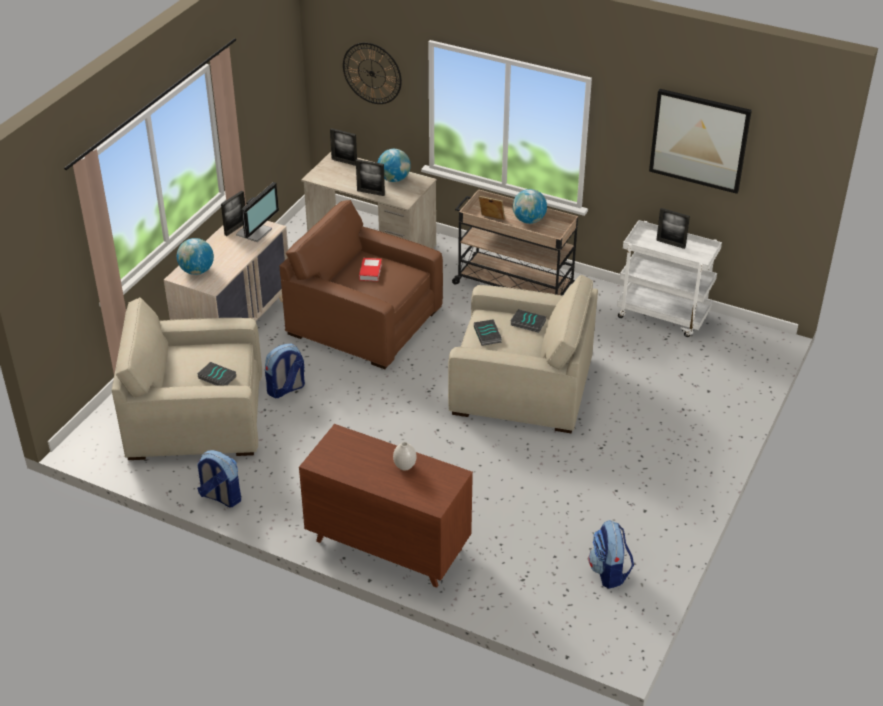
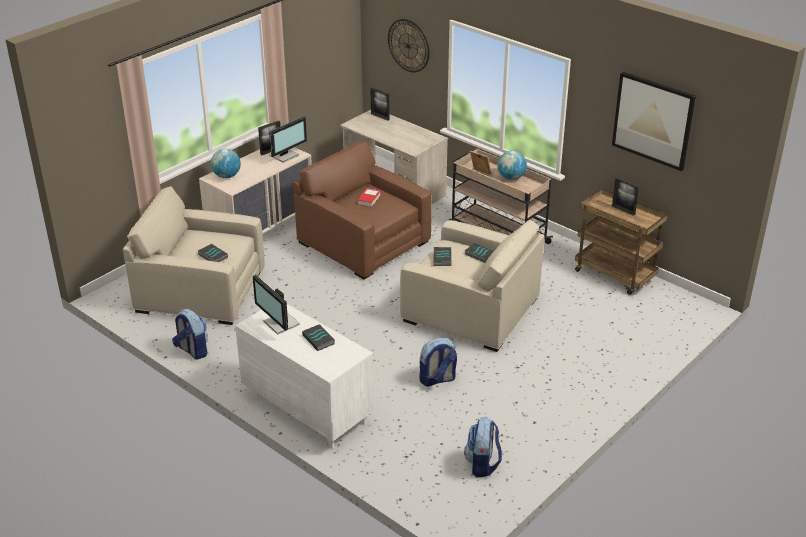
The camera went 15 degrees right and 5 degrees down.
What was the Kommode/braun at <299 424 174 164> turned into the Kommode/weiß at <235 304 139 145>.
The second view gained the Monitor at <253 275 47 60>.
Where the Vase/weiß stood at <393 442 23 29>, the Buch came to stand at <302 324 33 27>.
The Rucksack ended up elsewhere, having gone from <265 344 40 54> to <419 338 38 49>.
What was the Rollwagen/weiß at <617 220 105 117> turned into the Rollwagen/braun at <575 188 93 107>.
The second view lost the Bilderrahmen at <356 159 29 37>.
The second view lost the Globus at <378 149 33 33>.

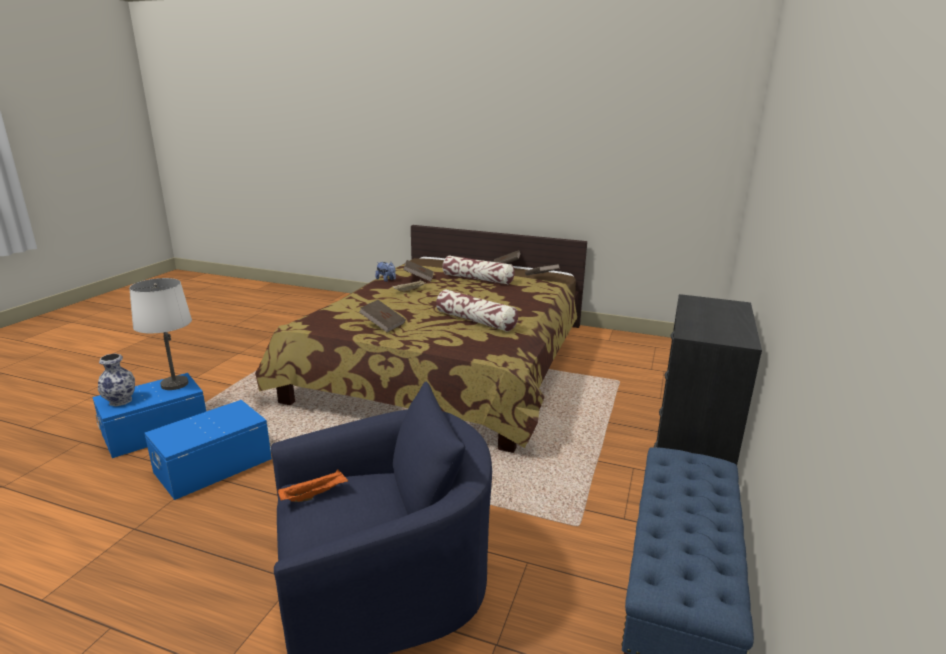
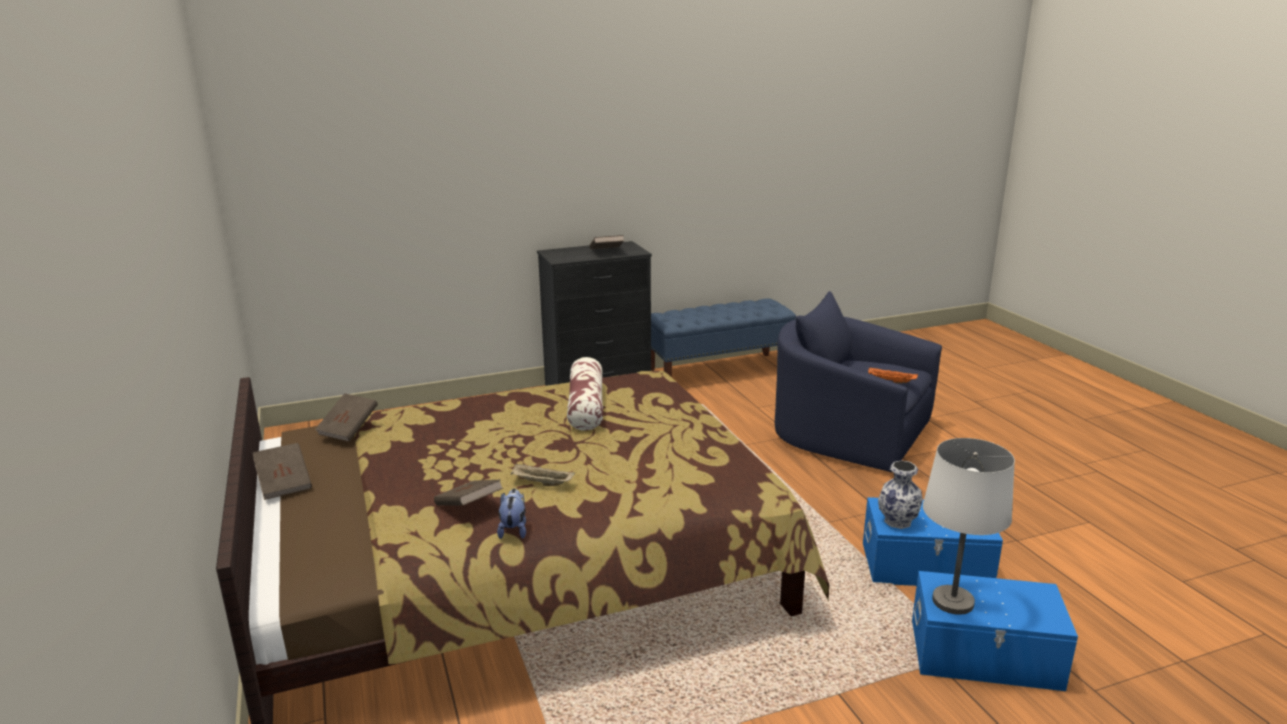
The camera went 130 degrees left and 0 degrees up.
The Buch/braun ended up elsewhere, having gone from <359 300 47 33> to <589 235 35 14>.
The Vase ended up elsewhere, having gone from <98 354 37 52> to <878 460 45 69>.
The second view lost the Kissen at <442 255 73 29>.

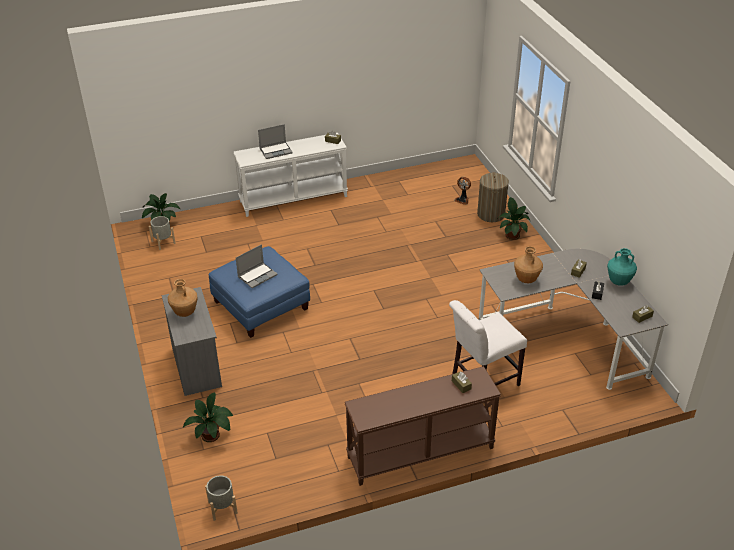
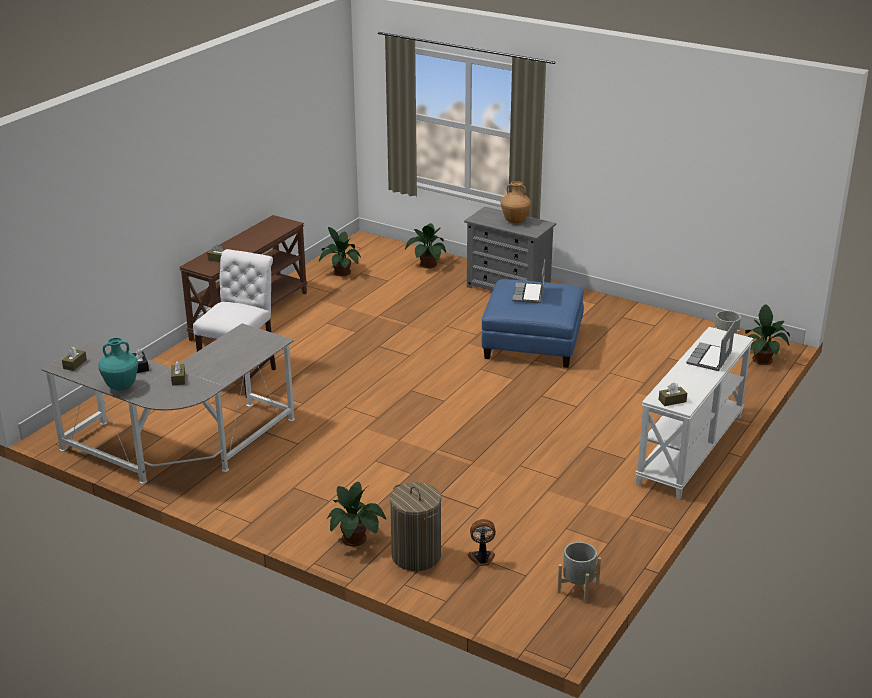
The camera went 140 degrees right and 10 degrees down.
The second view gained the Topfpflanze at <319 227 42 49>.
The Pflanzkübel/grau ended up elsewhere, having gone from <205 476 33 45> to <557 542 44 61>.
The second view lost the Vase/braun at <514 246 29 37>.

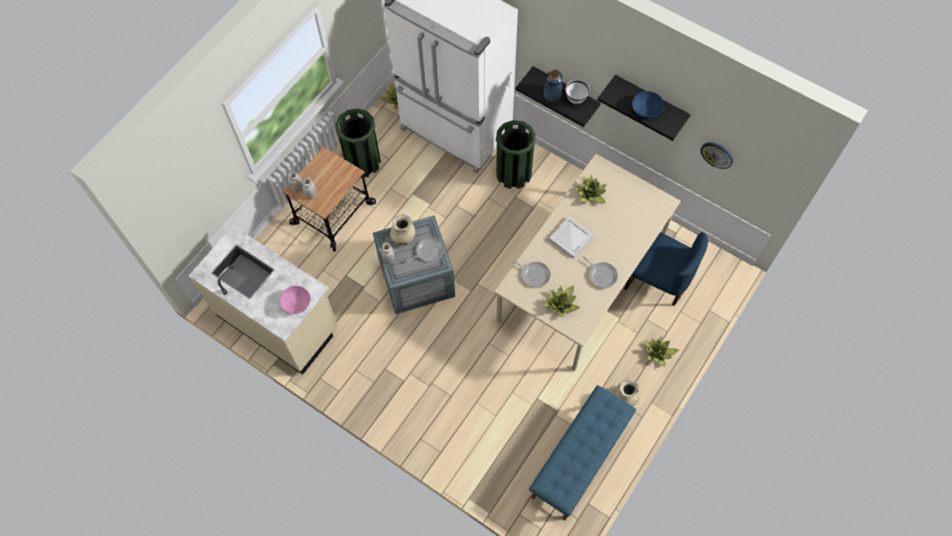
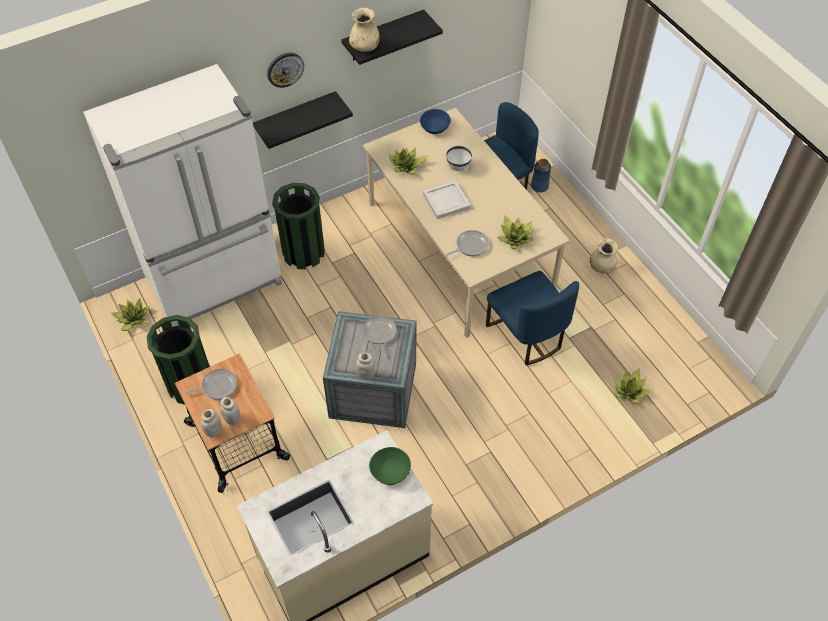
The camera went 65 degrees left and 10 degrees down.
The Pfanne ended up elsewhere, having gone from <582 256 36 32> to <184 369 53 31>.
The Wanduhr ended up elsewhere, having gone from <700 142 33 27> to <267 53 37 35>.
The Vase/beige ended up elsewhere, having gone from <390 214 25 32> to <349 8 31 44>.
What was the Schüssel/rosa at <280 286 30 28> turned into the Schüssel/grün at <369 447 42 38>.
The Schüssel/blau ended up elsewhere, having gone from <632 91 32 27> to <420 109 31 25>.
The Schüssel/weiß ended up elsewhere, having gone from <566 80 23 24> to <446 145 26 26>.
The second view gained the Stuhl/blau at <486 271 93 94>.
The Vase/blau ended up elsewhere, having gone from <544 69 19 33> to <531 159 20 34>.
The Topfpflanze ended up elsewhere, having gone from <645 335 34 32> to <613 368 41 36>.
The second view lost the Bank/blau at <529 385 107 135>.

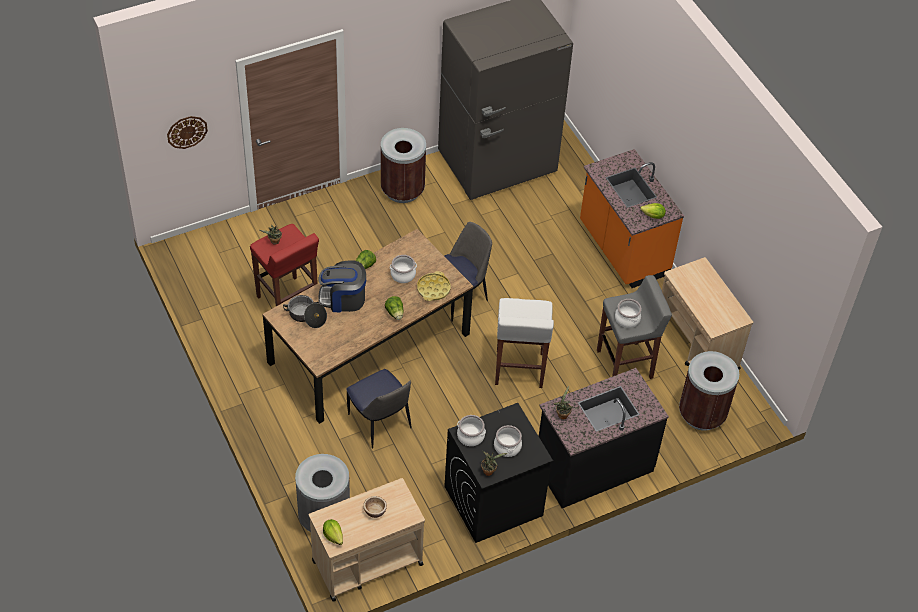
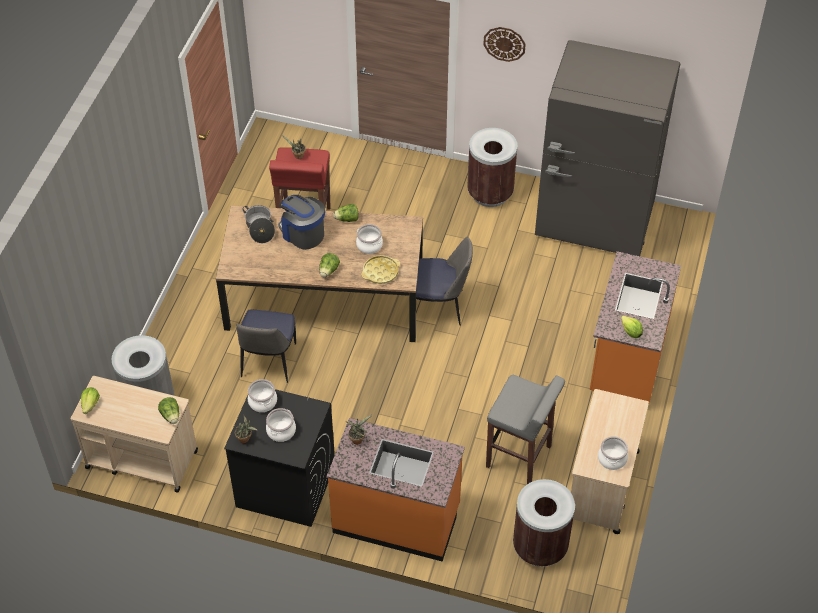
The camera went 45 degrees right and 0 degrees up.
The second view gained the Salatkopf at <158 397 21 27>.
What was the Küchenzeile/schwarz at <539 368 130 140> turned into the Küchenzeile/orange at <327 418 138 144>.
The Wanduhr ended up elsewhere, having gone from <167 116 41 33> to <483 27 43 35>.
The Kochtopf ended up elsewhere, having gone from <615 299 26 29> to <598 436 30 34>.
The second view lost the Schüssel at <363 496 24 22>.
The second view lost the Hocker/weiß at <495 298 59 90>.

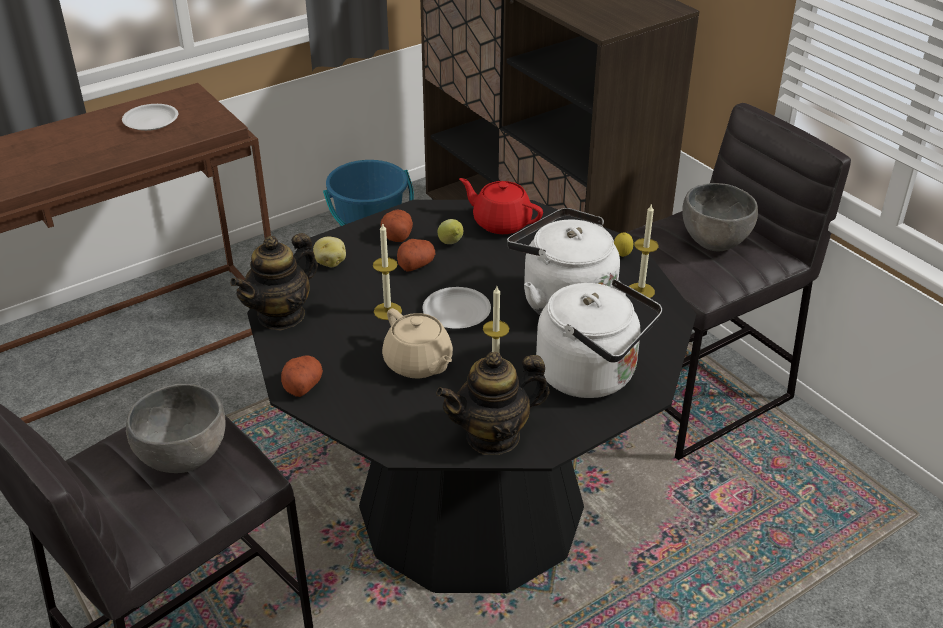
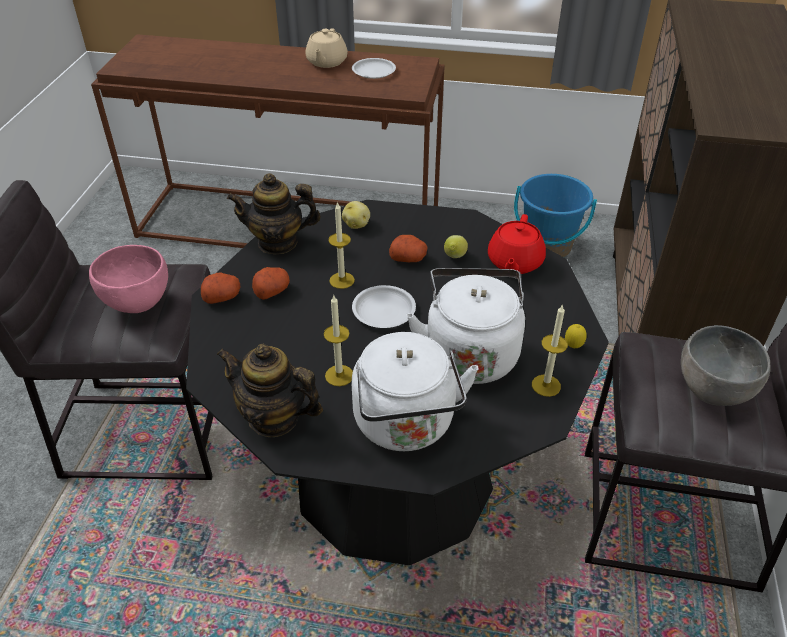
The camera went 45 degrees right and 5 degrees up.
What was the Schüssel/grau at <126 384 99 89> turned into the Schüssel/rosa at <89 245 79 68>.
The Kartoffel ended up elsewhere, having gone from <380 210 33 32> to <252 267 38 33>.
The Teekanne/beige ended up elsewhere, having gone from <382 308 71 70> to <305 28 43 40>.
The Teekanne/rot at <459 178 84 56> ended up facing another way, 150 degrees counterclockwise from before.

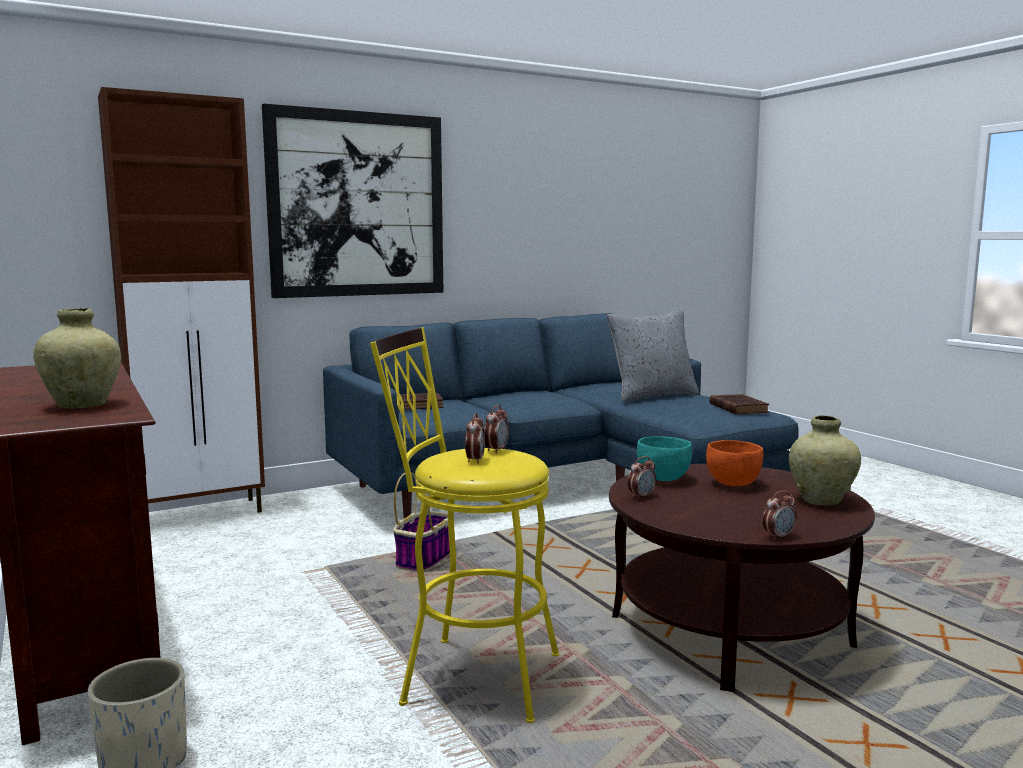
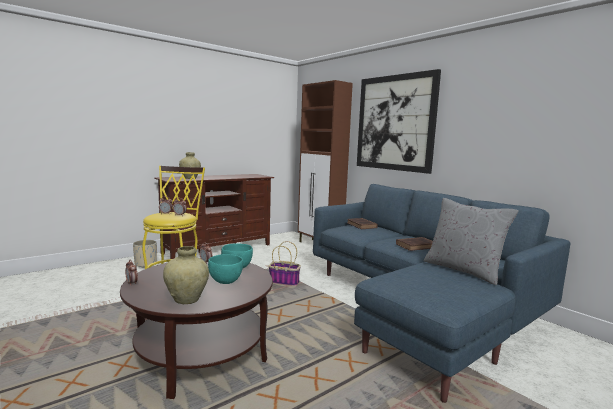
The camera went 80 degrees right and 0 degrees up.
What was the Schüssel/orange at <706 440 57 46> turned into the Schüssel/türkis at <208 254 35 30>.
The Buch/braun ended up elsewhere, having gone from <709 394 60 21> to <396 237 37 14>.

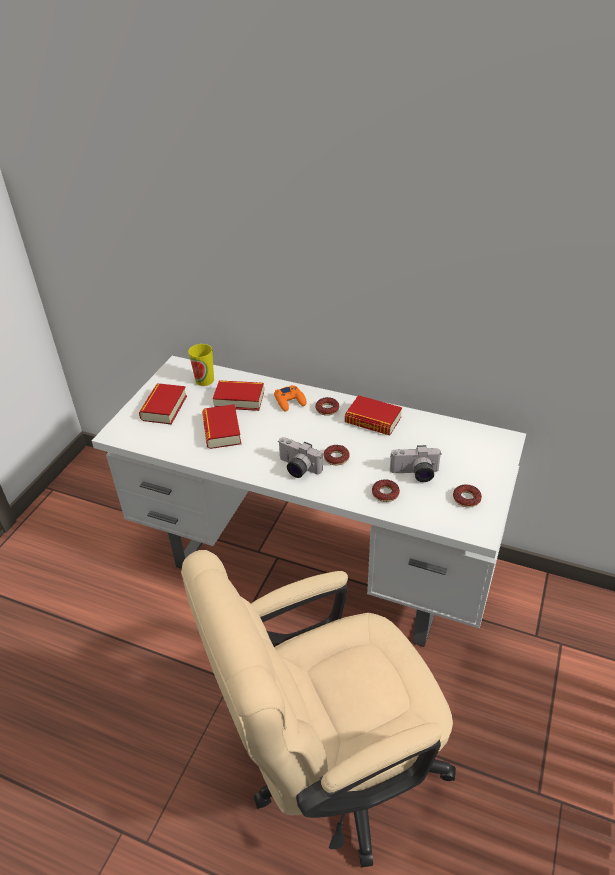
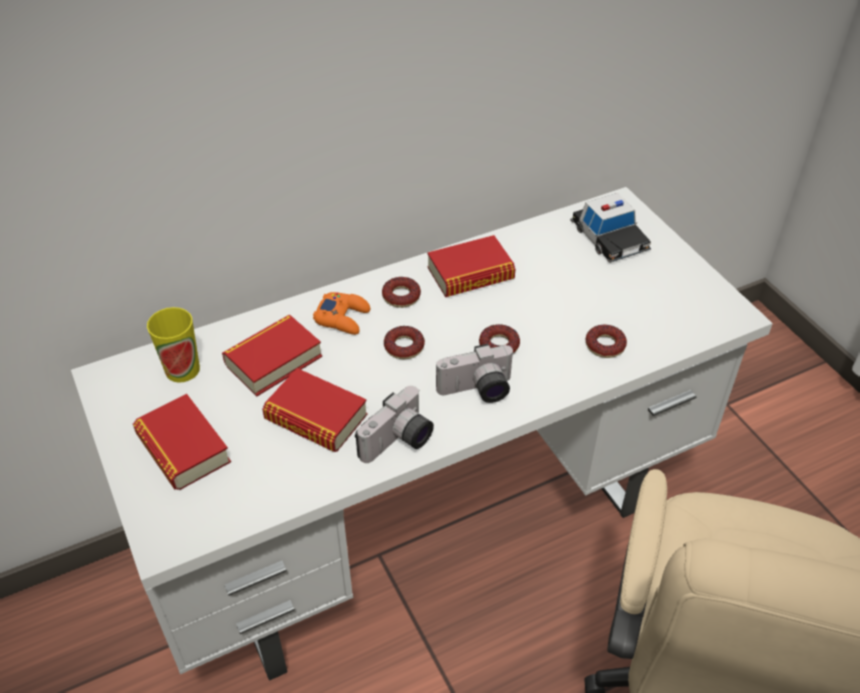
The camera went 50 degrees left and 5 degrees up.
The Kamera ended up elsewhere, having gone from <390 445 52 37> to <355 386 79 77>.
The Donut ended up elsewhere, having gone from <453 484 29 24> to <384 326 41 33>.
The second view gained the Spielzeugauto at <570 193 81 70>.

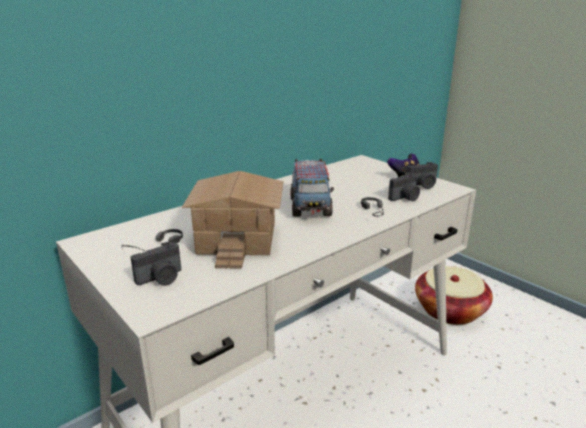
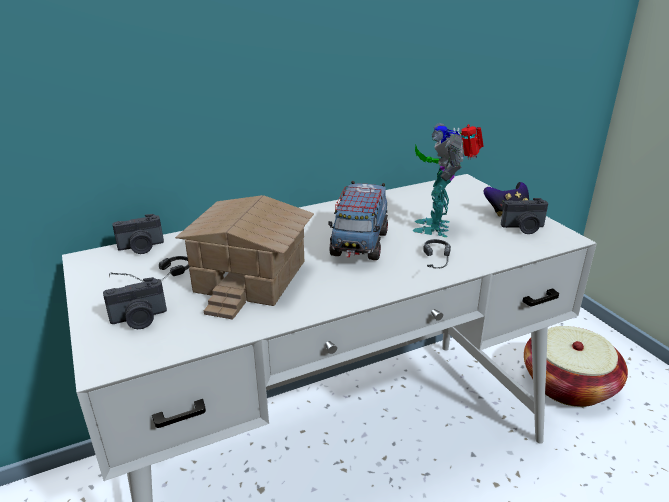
The camera went 15 degrees right and 5 degrees up.
The Kamera ended up elsewhere, having gone from <388 172 32 30> to <112 214 52 40>.
The second view gained the Spielzeugroboter at <413 123 71 114>.

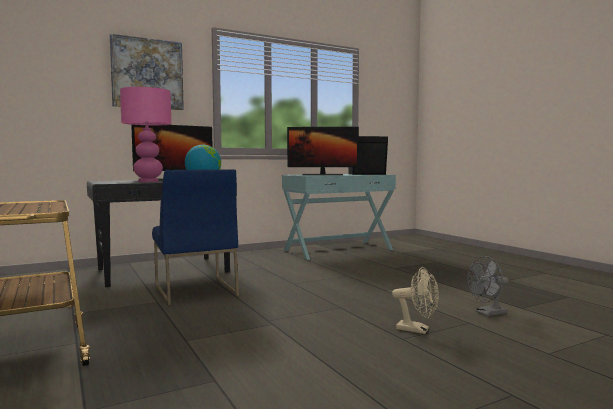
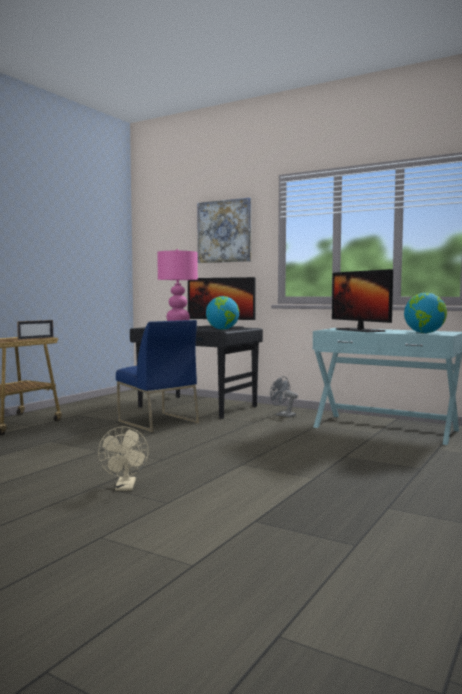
The camera went 60 degrees right and 0 degrees up.
The second view gained the Bilderrahmen at <17 320 36 20>.
The Stuhl/blau at <152 169 87 136> ended up facing another way, 75 degrees counterclockwise from before.
The Ventilator/grau ended up elsewhere, having gone from <467 256 42 60> to <270 376 28 42>.
Where the Lautsprecher/schwarz stood at <348 136 40 39>, the Globus came to stand at <404 293 43 40>.

